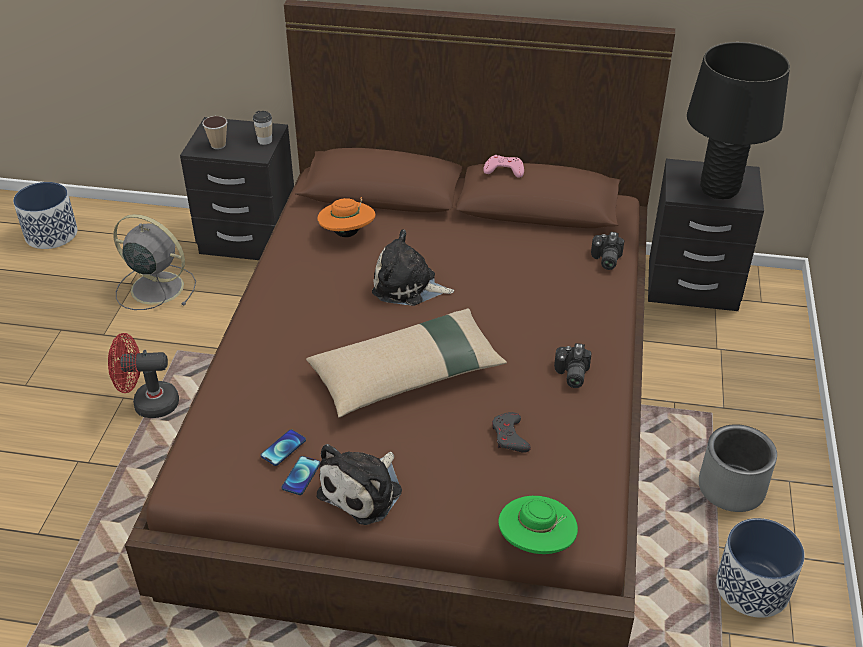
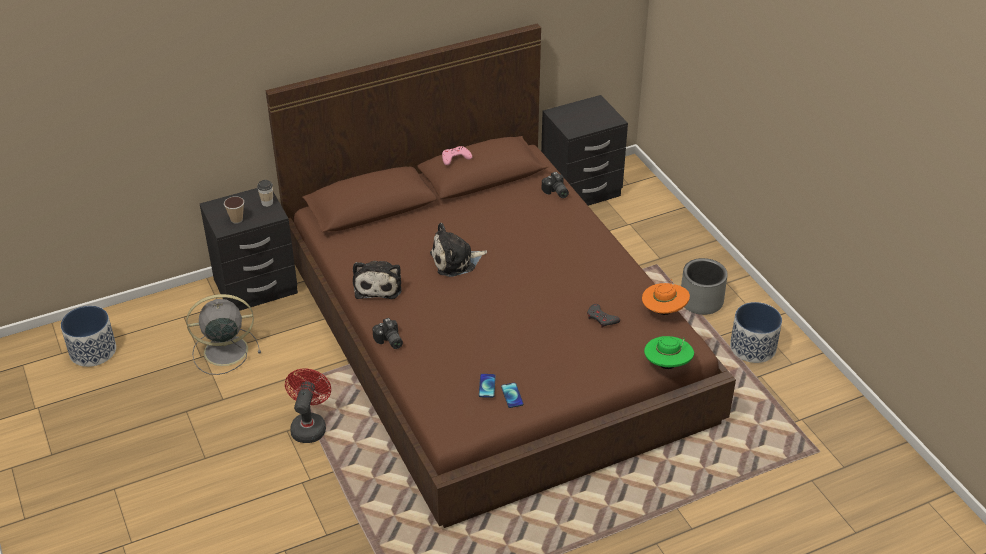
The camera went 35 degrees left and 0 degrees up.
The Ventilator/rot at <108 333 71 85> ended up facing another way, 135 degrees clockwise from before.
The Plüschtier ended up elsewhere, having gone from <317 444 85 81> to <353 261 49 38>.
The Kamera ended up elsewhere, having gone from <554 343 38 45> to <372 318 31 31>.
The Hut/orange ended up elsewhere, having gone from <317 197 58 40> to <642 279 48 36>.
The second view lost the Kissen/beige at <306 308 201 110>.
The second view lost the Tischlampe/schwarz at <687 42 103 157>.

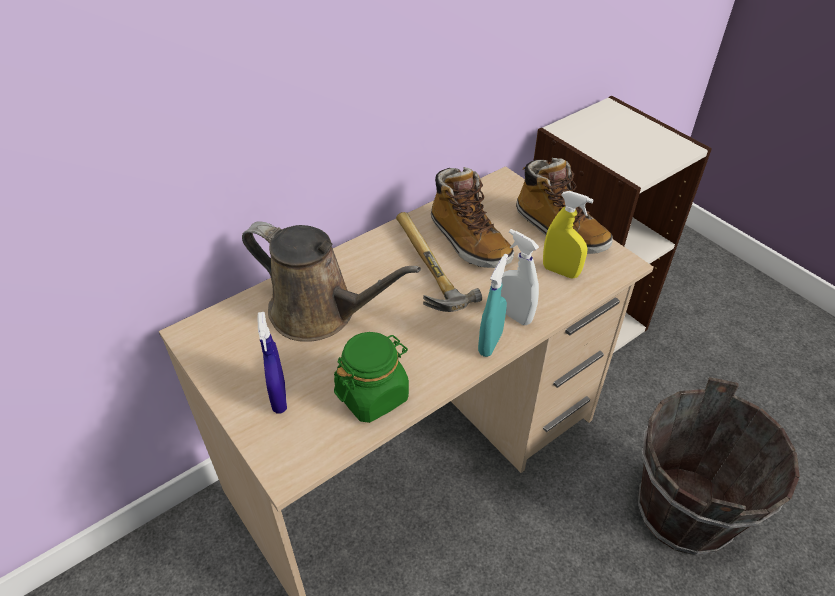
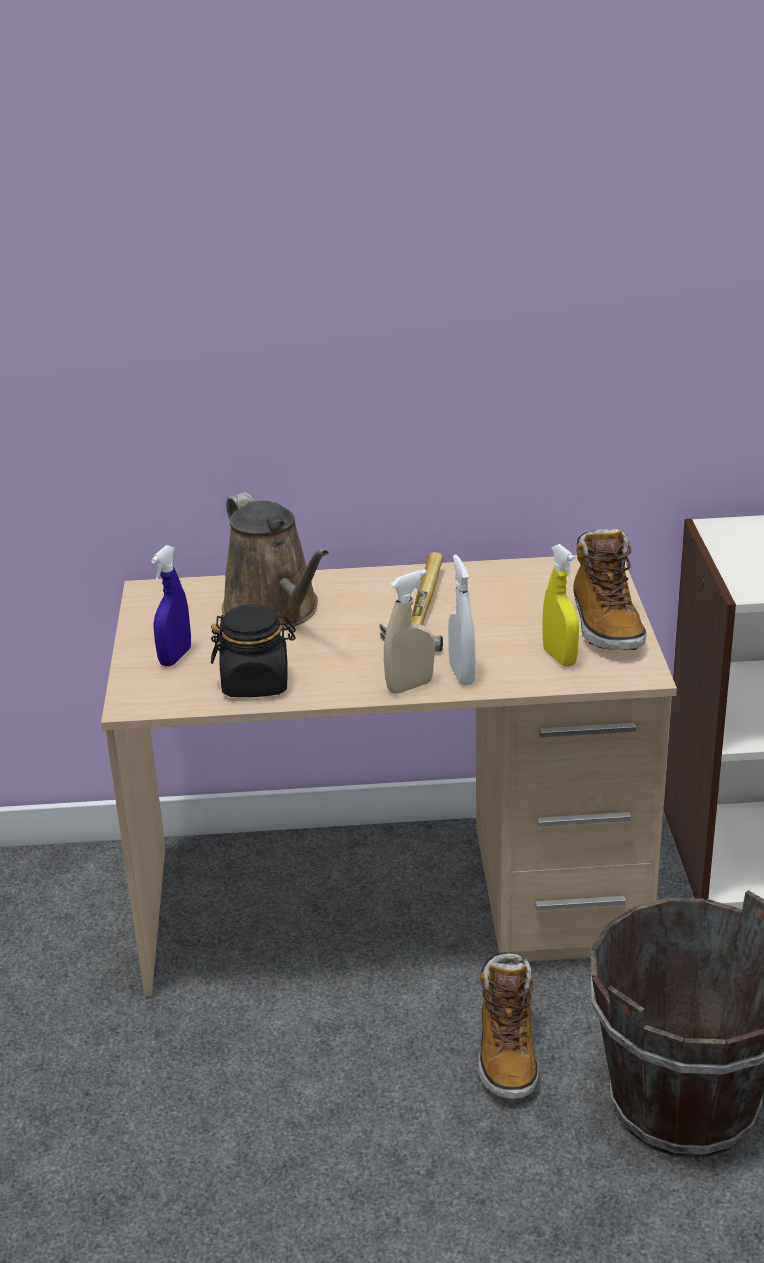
The camera went 35 degrees right and 15 degrees down.
What was the Vorratsglas/grün at <334 332 75 91> turned into the Vorratsglas/schwarz at <211 604 85 93>.
What was the Sprühflasche/türkis at <478 254 30 103> turned into the Sprühflasche/beige at <384 569 51 125>.
The Stiefel ended up elsewhere, having gone from <431 167 83 101> to <478 952 61 147>.

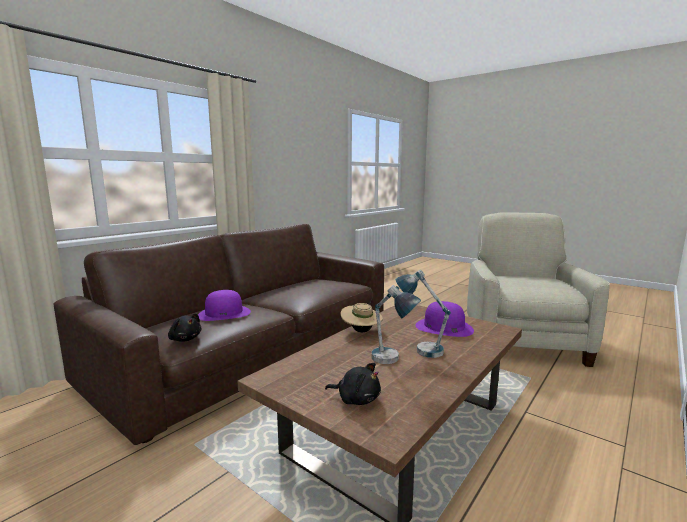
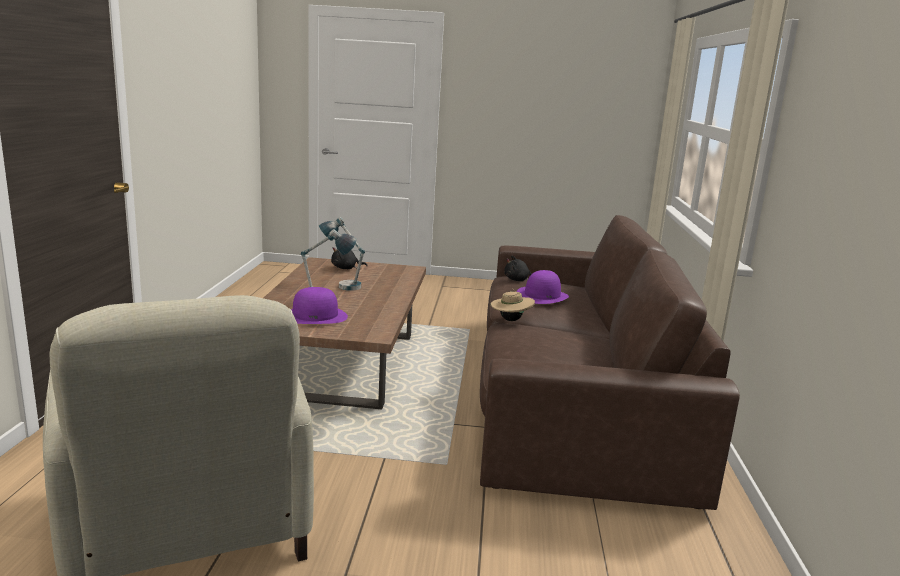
The camera went 145 degrees right and 5 degrees up.
The Hut/beige ended up elsewhere, having gone from <341 303 42 29> to <490 288 45 33>.

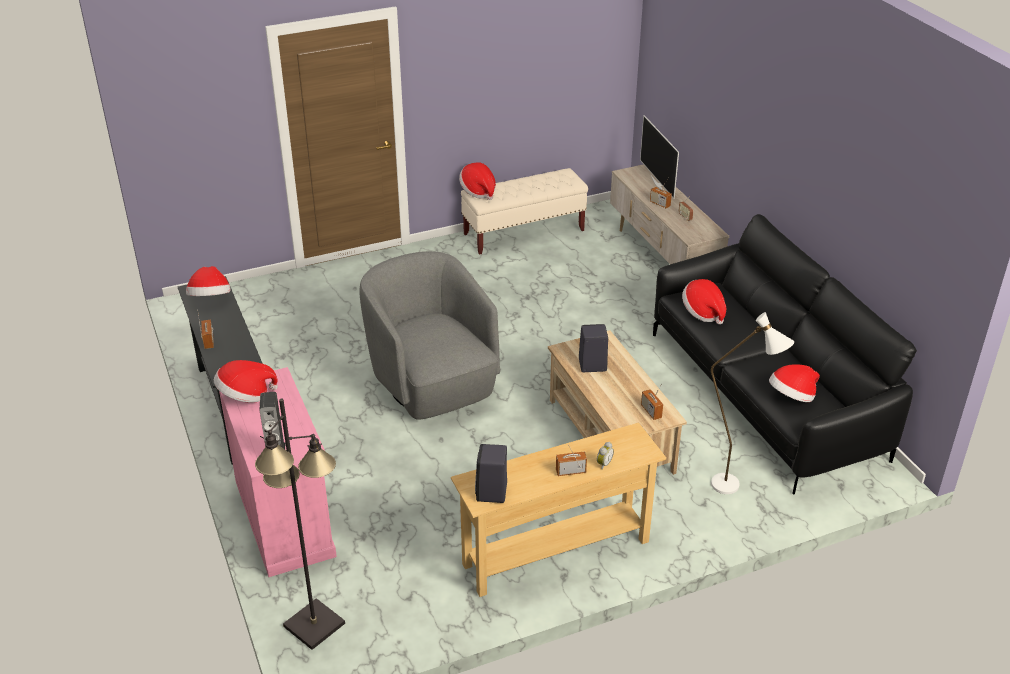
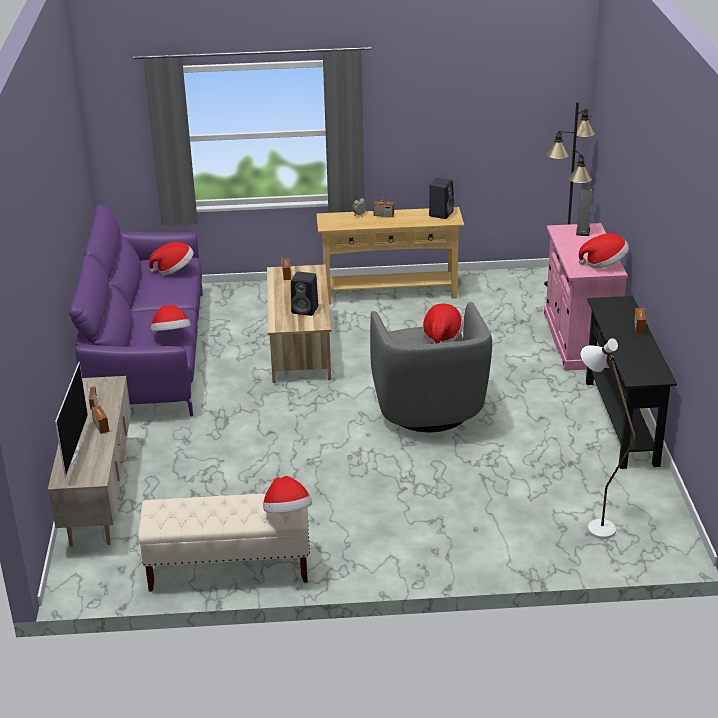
The camera went 160 degrees left and 5 degrees down.
What was the Sofa/schwarz at <653 214 264 281> turned into the Sofa/lila at <69 205 134 211>.
The Hut ended up elsewhere, having gone from <186 266 45 30> to <423 304 40 40>.
The Stehlampe/weiß ended up elsewhere, having gone from <711 312 83 182> to <581 338 54 201>.

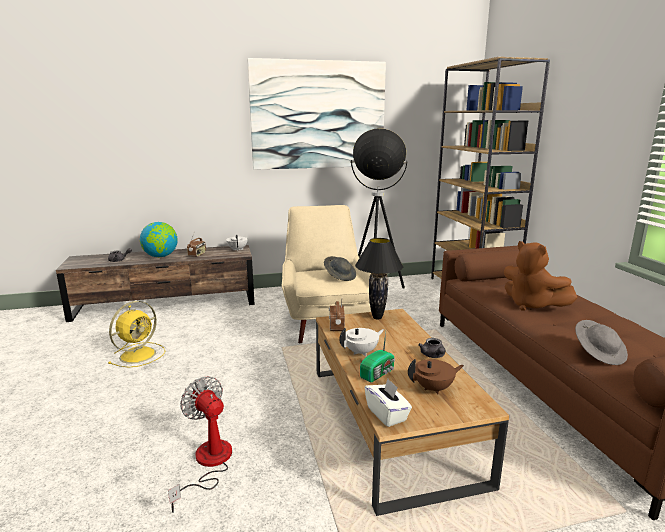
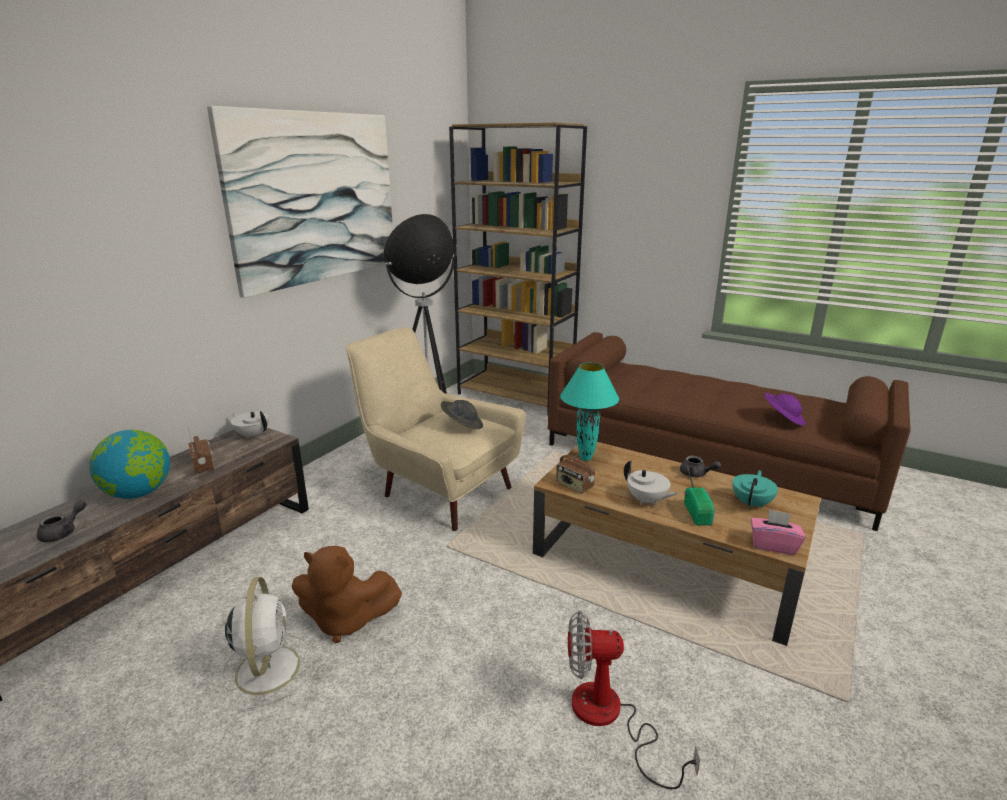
The camera went 45 degrees left and 5 degrees up.
What was the Ventilator/gelb at <108 301 57 67> turned into the Ventilator/weiß at <221 577 92 135>.
The Plüschtier/braun ended up elsewhere, having gone from <504 241 74 70> to <292 546 110 97>.
What was the Tischlampe/schwarz at <355 238 48 82> turned into the Tischlampe/türkis at <560 363 59 98>.
The Teekanne/weiß at <339 328 45 28> ended up facing another way, 120 degrees clockwise from before.
What was the Teekanne/braun at <408 359 56 36> turned into the Teekanne/türkis at <732 470 46 39>.
What was the Taschentuchbox/weiß at <365 379 47 48> turned into the Taschentuchbox/rosa at <751 510 55 45>.
What was the Hut/grau at <575 320 53 45> turned into the Hut/lila at <765 393 41 33>.

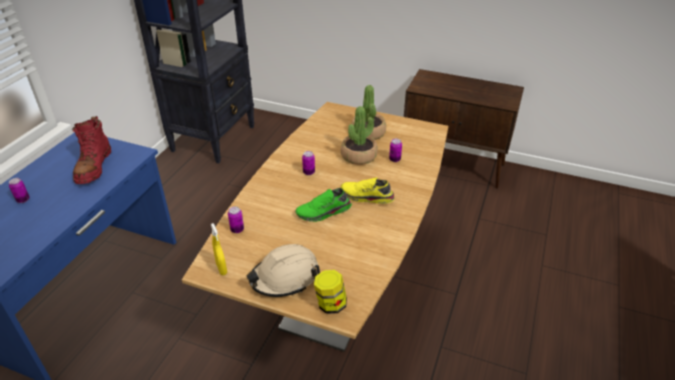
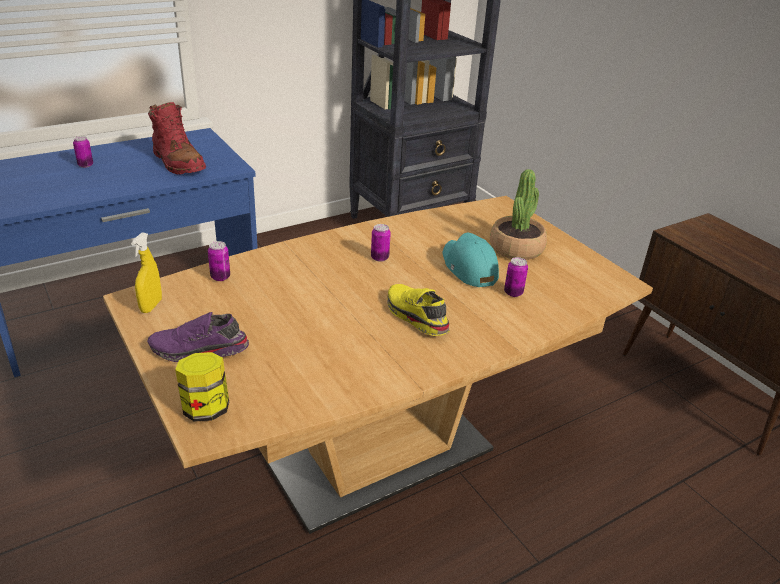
The camera went 35 degrees right and 5 degrees down.
Where the Schutzhelm/beige stood at <247 244 73 53>, the Schuh/lila came to stand at <147 312 102 50>.
The Stiefel/rot at <72 116 39 68> ended up facing another way, 75 degrees counterclockwise from before.
Where the Topfpflanze stood at <341 106 37 59>, the Kappe/türkis came to stand at <443 232 56 55>.
The second view lost the Schuh/grün at <295 188 57 34>.

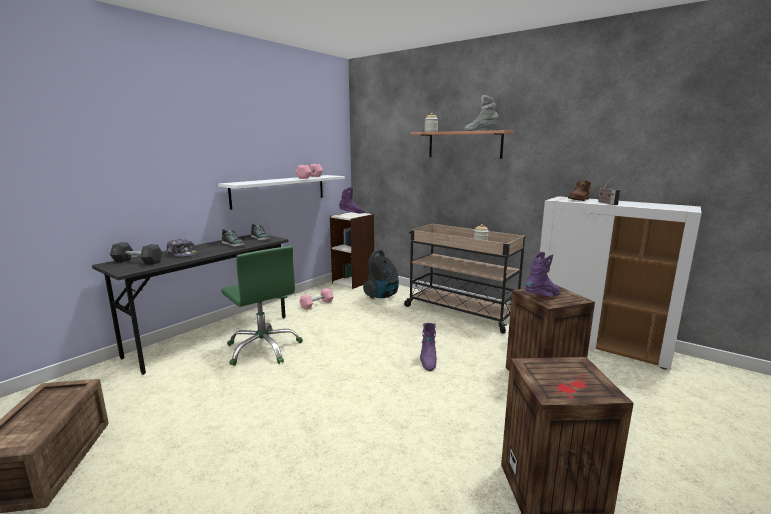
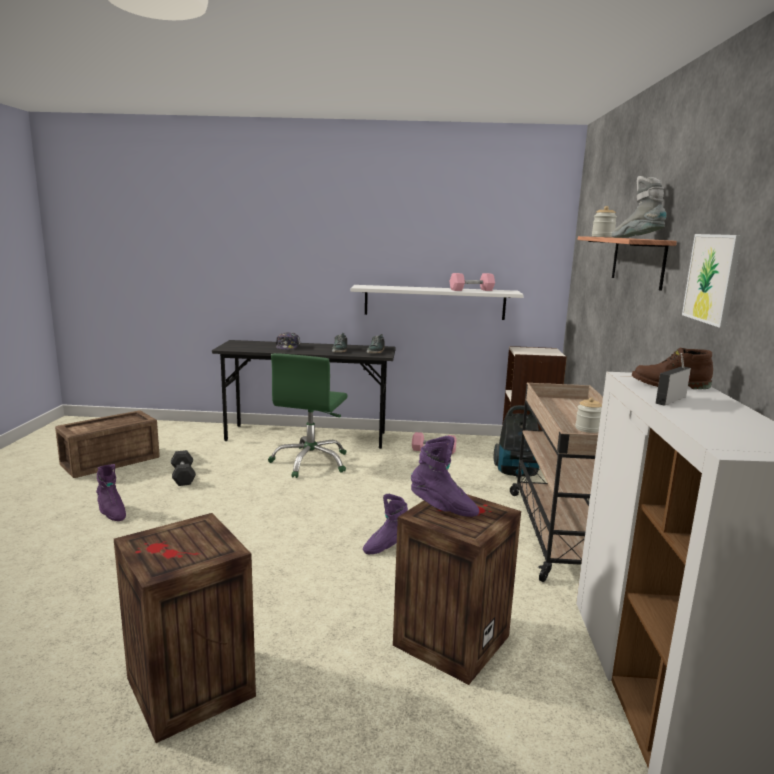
The camera went 55 degrees right and 0 degrees up.
The Stiefel/lila ended up elsewhere, having gone from <339 187 26 27> to <96 464 30 57>.
The Hantel/grau ended up elsewhere, having gone from <110 242 53 23> to <171 450 25 36>.
The second view gained the Bild at <682 234 61 94>.

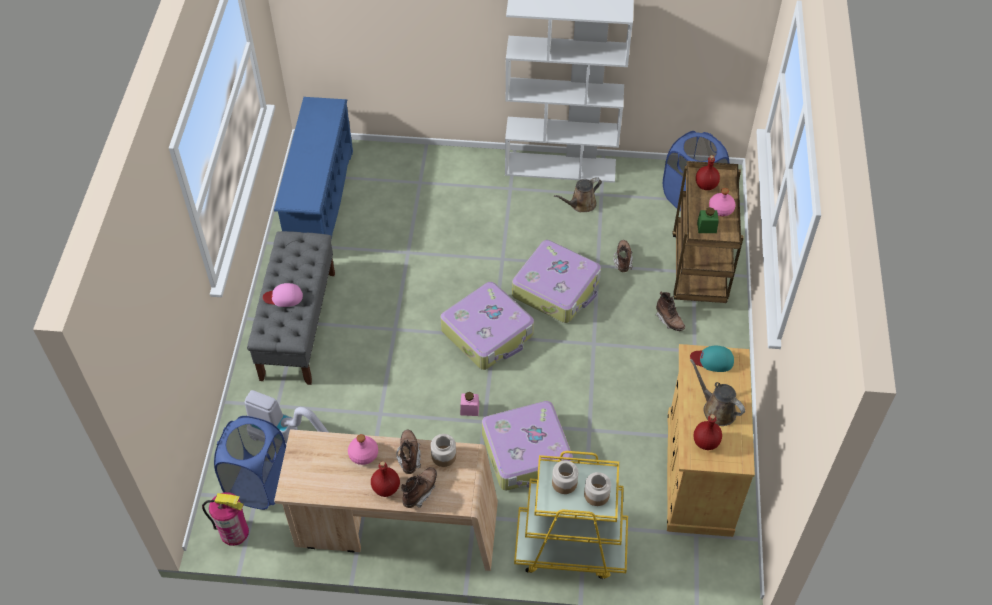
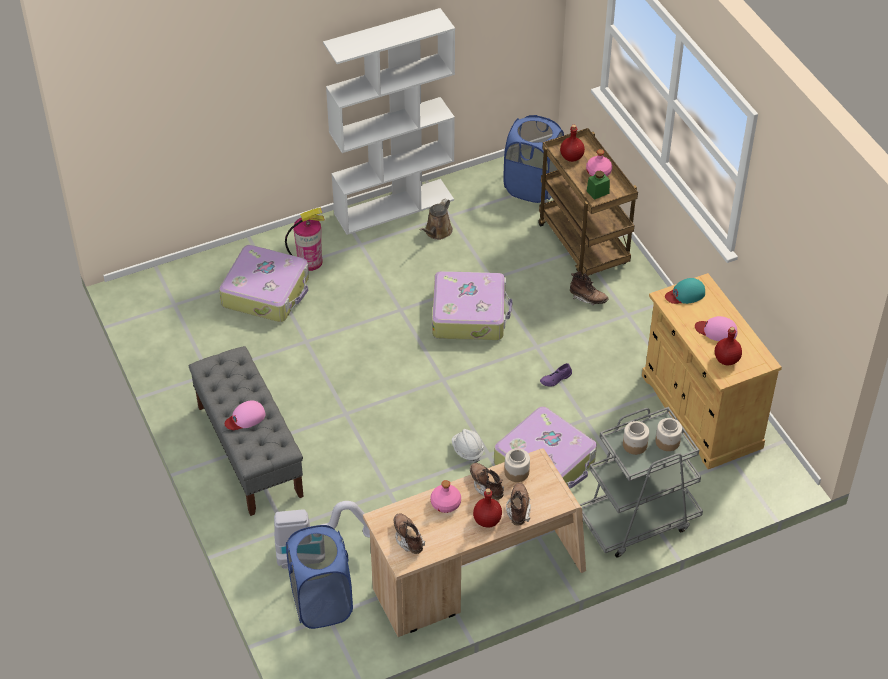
The camera went 30 degrees left and 5 degrees down.
The Koffer ended up elsewhere, having gone from <440 282 94 88> to <219 245 90 77>.
The Feuerlöscher ended up elsewhere, having gone from <202 492 47 54> to <285 207 40 64>.
The Stiefel/braun ended up elsewhere, having gone from <613 240 20 32> to <394 513 31 41>.
Where the Vorratsglas/rosa stood at <460 392 19 24>, the Schutzhelm/weiß came to stand at <451 429 33 34>.
The second view gained the Schuh/lila at <540 363 32 23>.
What was the Rollwagen/gelb at <514 451 114 128> turned into the Rollwagen/grau at <580 407 123 151>.
Where the Gießkanne/braun stood at <690 358 55 68>, the Kappe/rosa came to stand at <695 316 42 25>.
The second view lost the Schuhregal/blau at <274 97 79 143>.

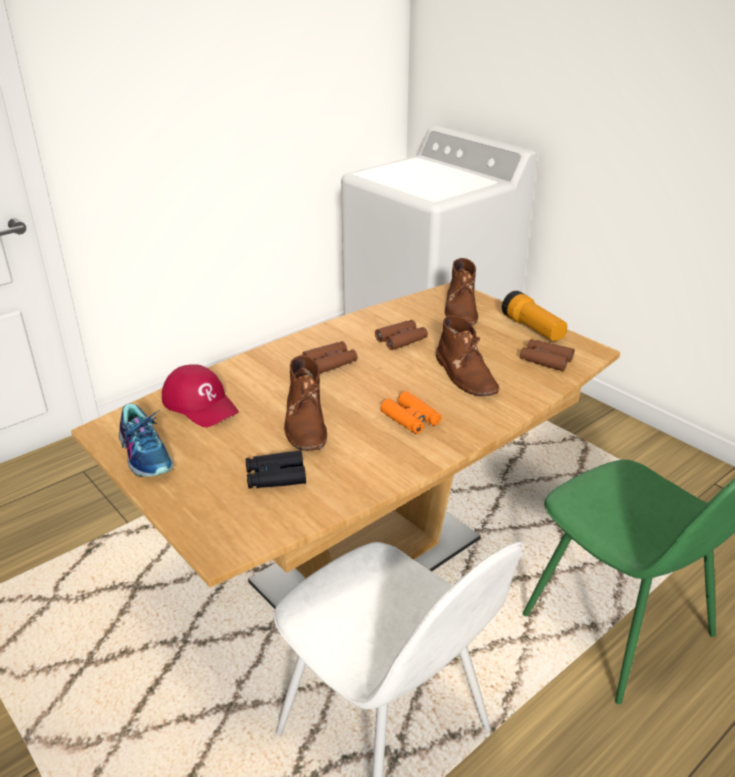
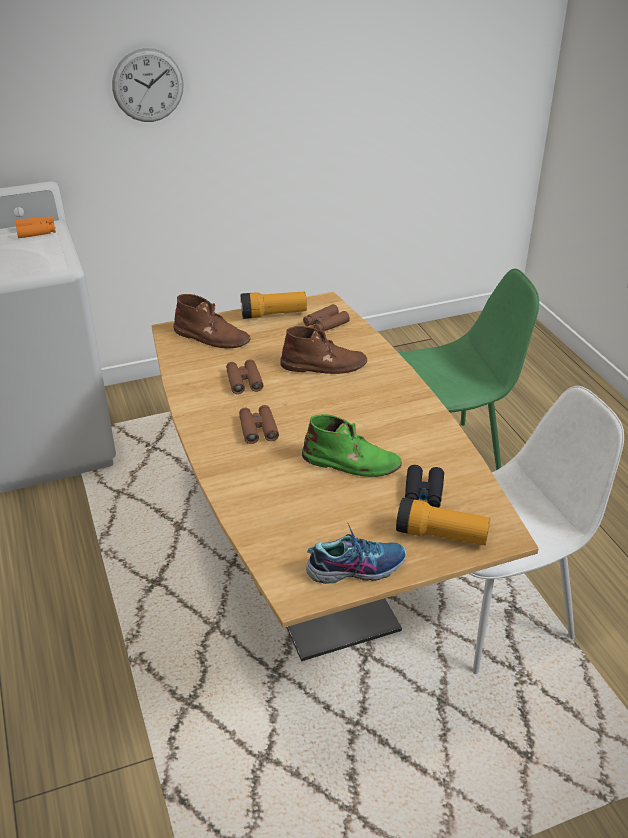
The camera went 70 degrees left and 5 degrees up.
The Fernglas/orange ended up elsewhere, having gone from <380 391 61 43> to <15 216 41 22>.
The second view gained the Wanduhr at <112 48 72 74>.
What was the Stiefel/braun at <284 355 43 96> turned into the Stiefel/grün at <302 414 100 63>.
The second view gained the Taschenlampe at <396 498 94 47>.
The second view lost the Kappe/rot at <162 364 77 63>.

